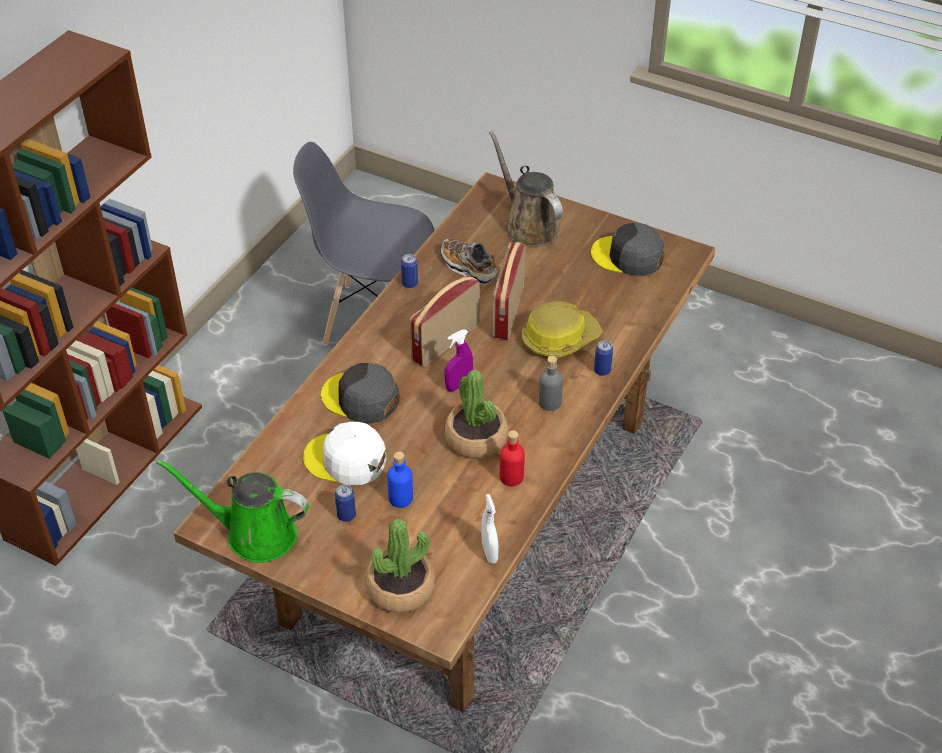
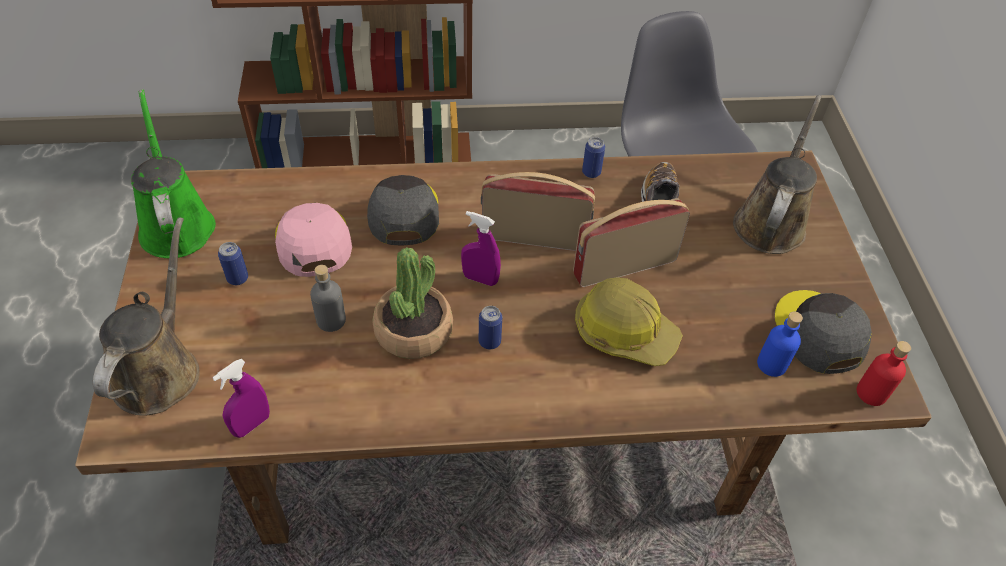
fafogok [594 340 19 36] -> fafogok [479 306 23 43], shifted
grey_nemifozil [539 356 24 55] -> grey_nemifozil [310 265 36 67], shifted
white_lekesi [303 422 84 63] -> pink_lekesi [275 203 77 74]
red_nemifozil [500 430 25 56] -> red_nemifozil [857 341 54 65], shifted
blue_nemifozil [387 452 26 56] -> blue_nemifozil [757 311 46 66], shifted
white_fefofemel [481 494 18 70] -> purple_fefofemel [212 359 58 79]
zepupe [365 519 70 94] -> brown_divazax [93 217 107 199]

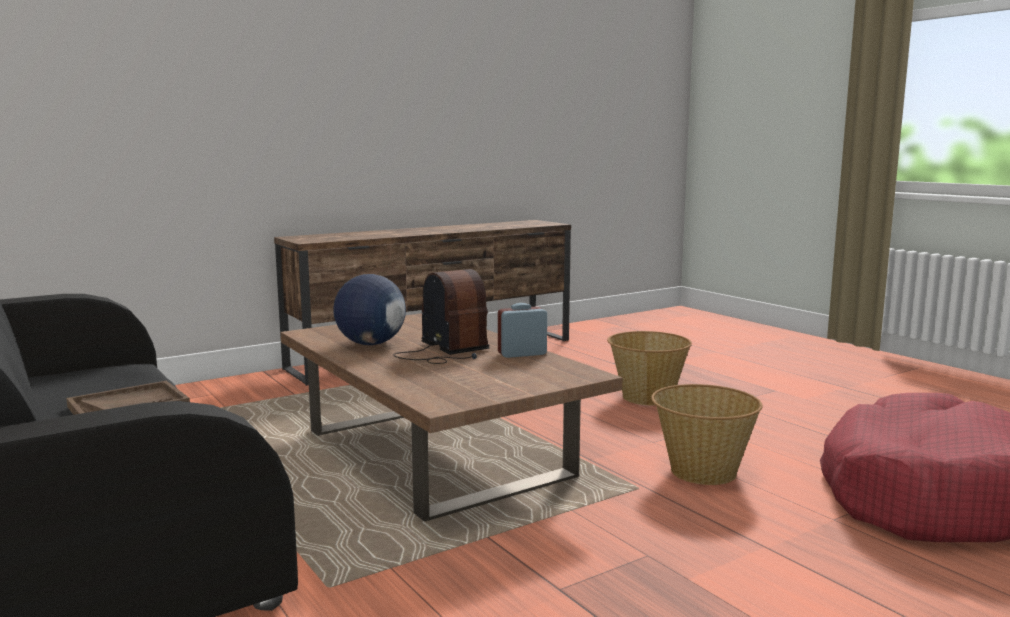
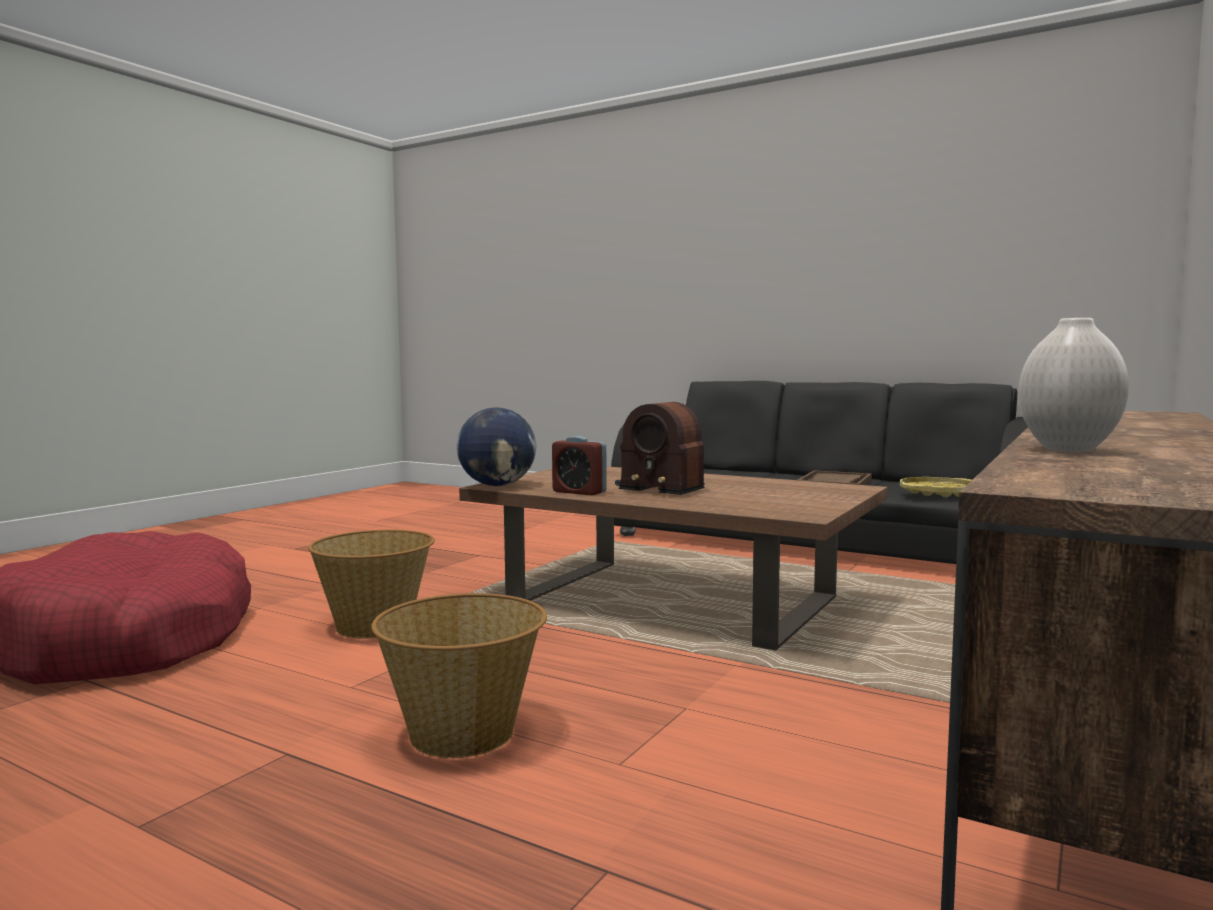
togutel [333 274 73 71] -> togutel [457 407 79 79], shifted
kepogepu [498 303 49 55] -> kepogepu [552 436 55 60], 75 degrees clockwise
none -> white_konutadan [1019 318 110 134]
none -> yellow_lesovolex [900 477 72 20]

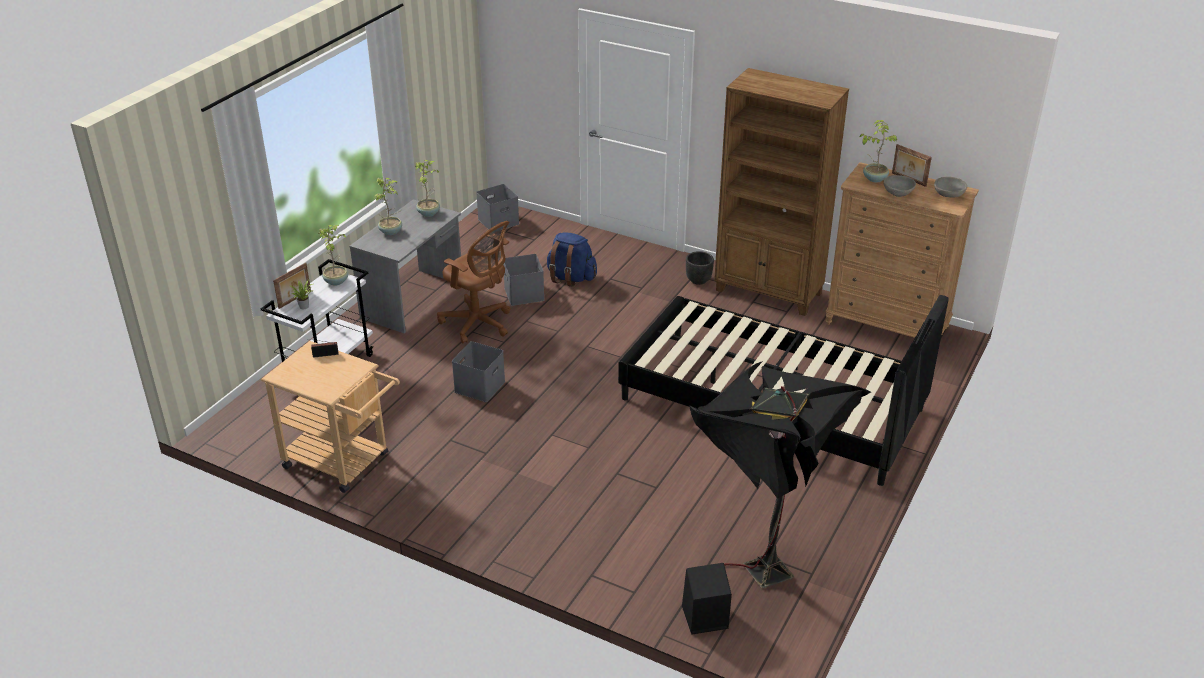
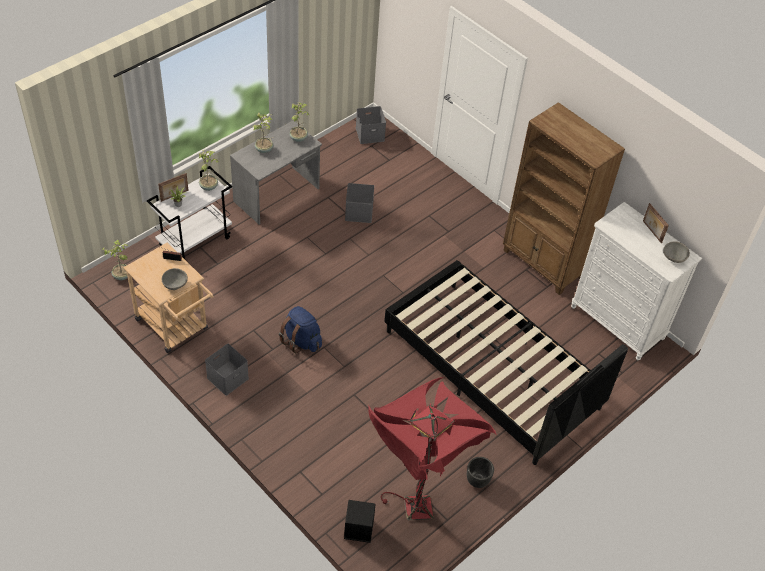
zepupe [860 120 38 62] -> zepupe [102 240 26 40], shifted
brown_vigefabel [825 162 154 176] -> white_vigefabel [571 202 131 159]
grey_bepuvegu [883 175 33 22] -> grey_bepuvegu [162 268 26 22], shifted
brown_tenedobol [437 221 74 122] -> none
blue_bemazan [547 232 50 55] -> blue_bemazan [279 306 43 47], shifted
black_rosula [686 251 28 34] -> black_rosula [467 457 27 31], shifted
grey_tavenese [452 341 53 61] -> grey_tavenese [205 344 44 52], shifted
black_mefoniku [689 361 182 227] -> red_mefoniku [368 377 129 143]

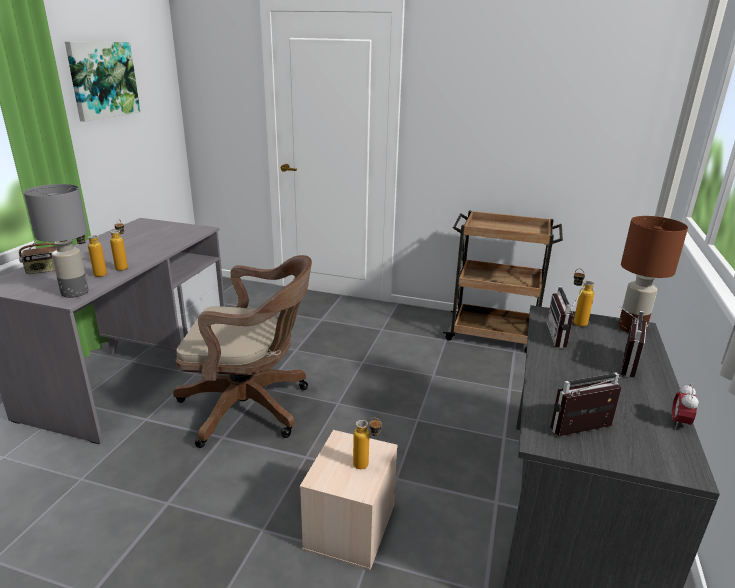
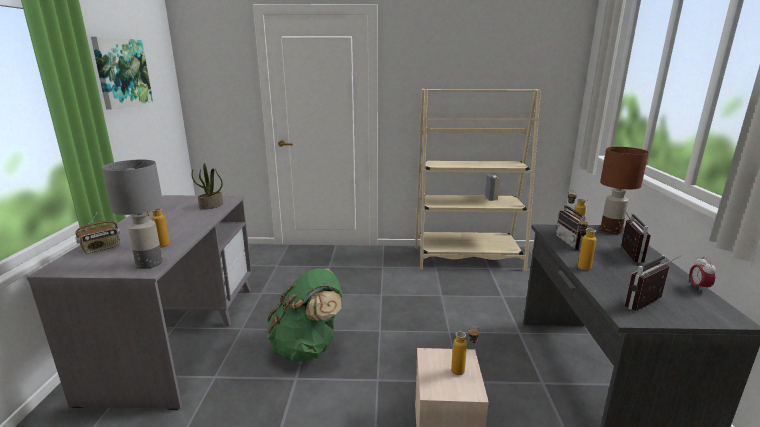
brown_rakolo [443 211 120 142] -> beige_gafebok [415 89 126 182]
nemifozil [110 219 18 52] -> nemifozil [578 217 18 53], shifted
brown_tenedobol [173 255 139 193] -> green_bemazan [267 268 76 94]
none -> zepupe [191 163 32 47]

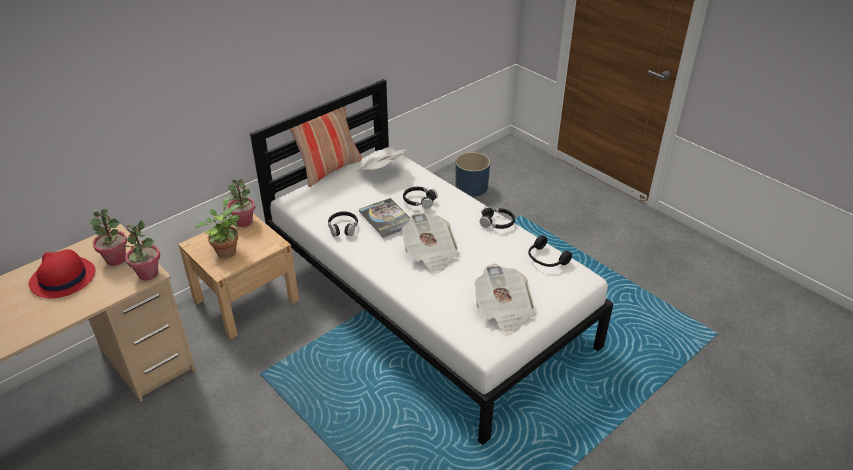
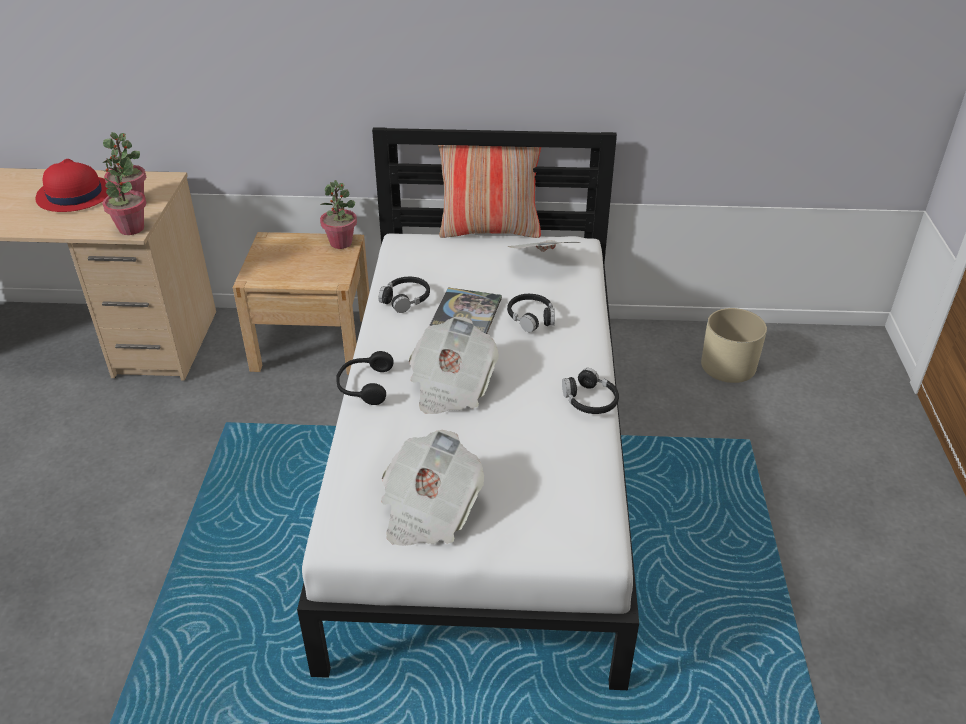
blue_rosula [455 152 35 45] -> beige_rosula [701 308 66 75]
zepupe [195 196 45 62] -> none
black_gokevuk [528 235 44 32] -> black_gokevuk [336 351 58 54], shifted

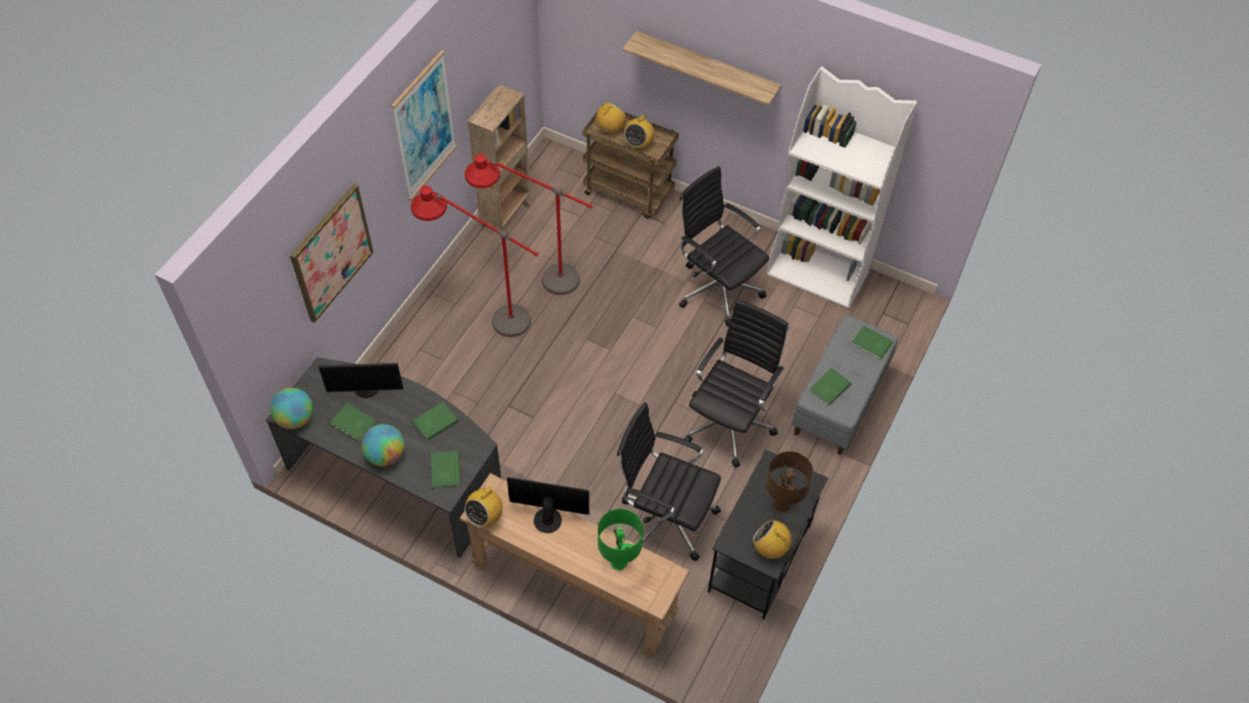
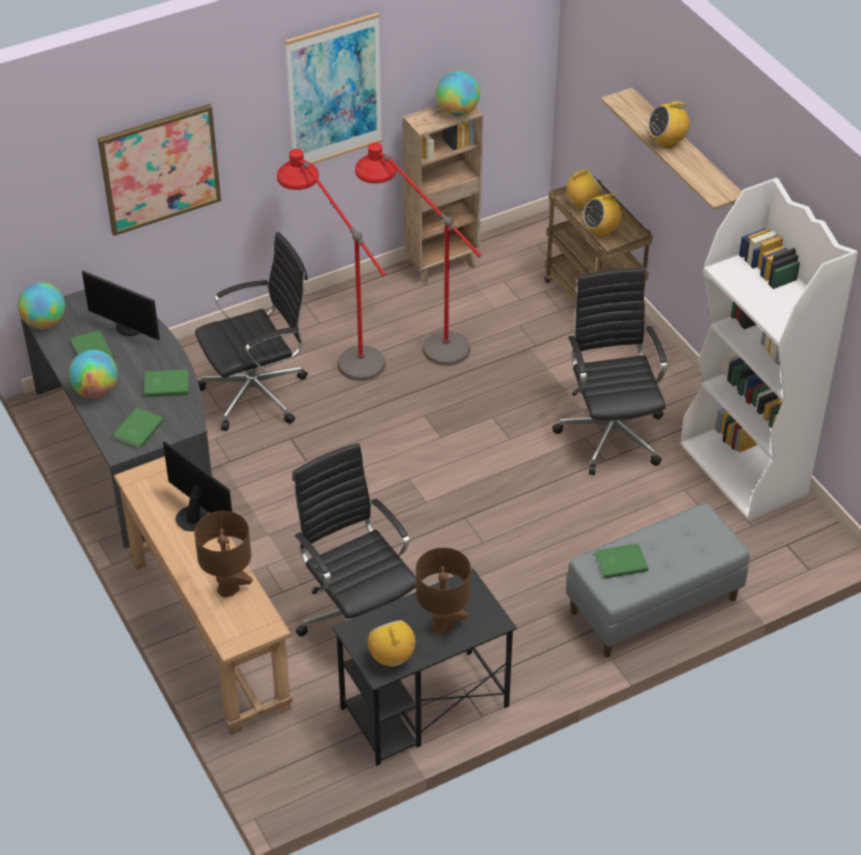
black_tenedobol [684 300 105 168] -> black_tenedobol [195 232 113 199], shifted
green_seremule [852 326 42 34] -> none
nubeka [465 481 38 46] -> nubeka [648 100 42 48], shifted
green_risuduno [598 509 45 62] -> brown_risuduno [194 511 59 86]
none -> togutel [436 71 44 45]

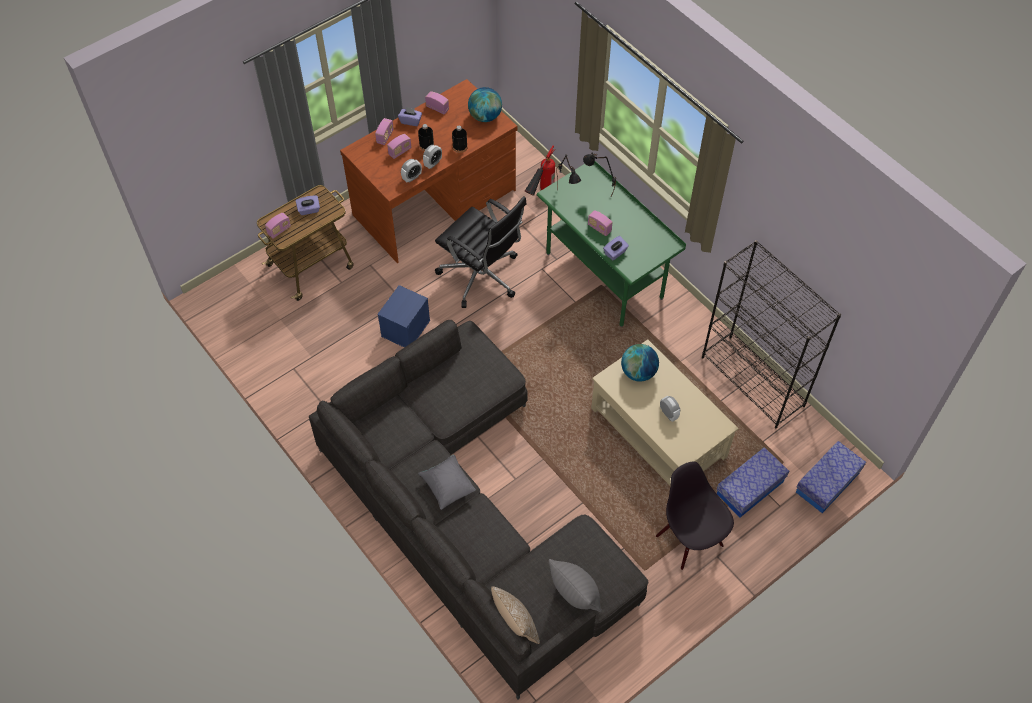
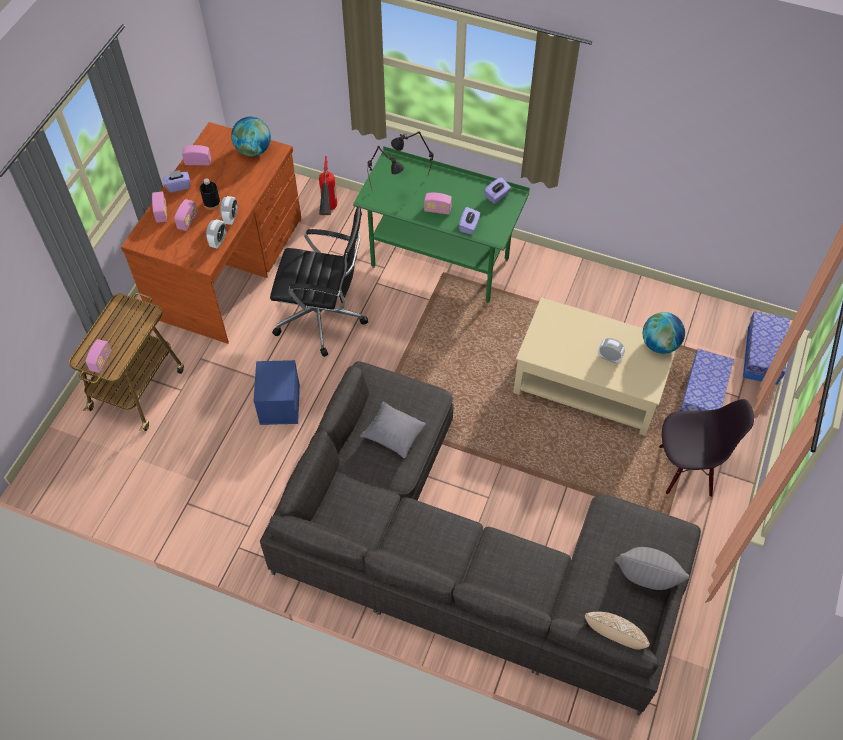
black_nemifozil [452 126 16 27] -> none
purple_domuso [296 196 24 19] -> purple_domuso [484 177 27 27], shifted
black_gafebok [702 240 139 189] -> none
togutel [621 344 38 38] -> togutel [643 312 42 42], shifted
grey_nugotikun [418 455 58 55] -> grey_nugotikun [360 402 66 56], shifted
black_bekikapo [656 462 78 108] -> black_bekikapo [659 399 95 98], 150 degrees clockwise

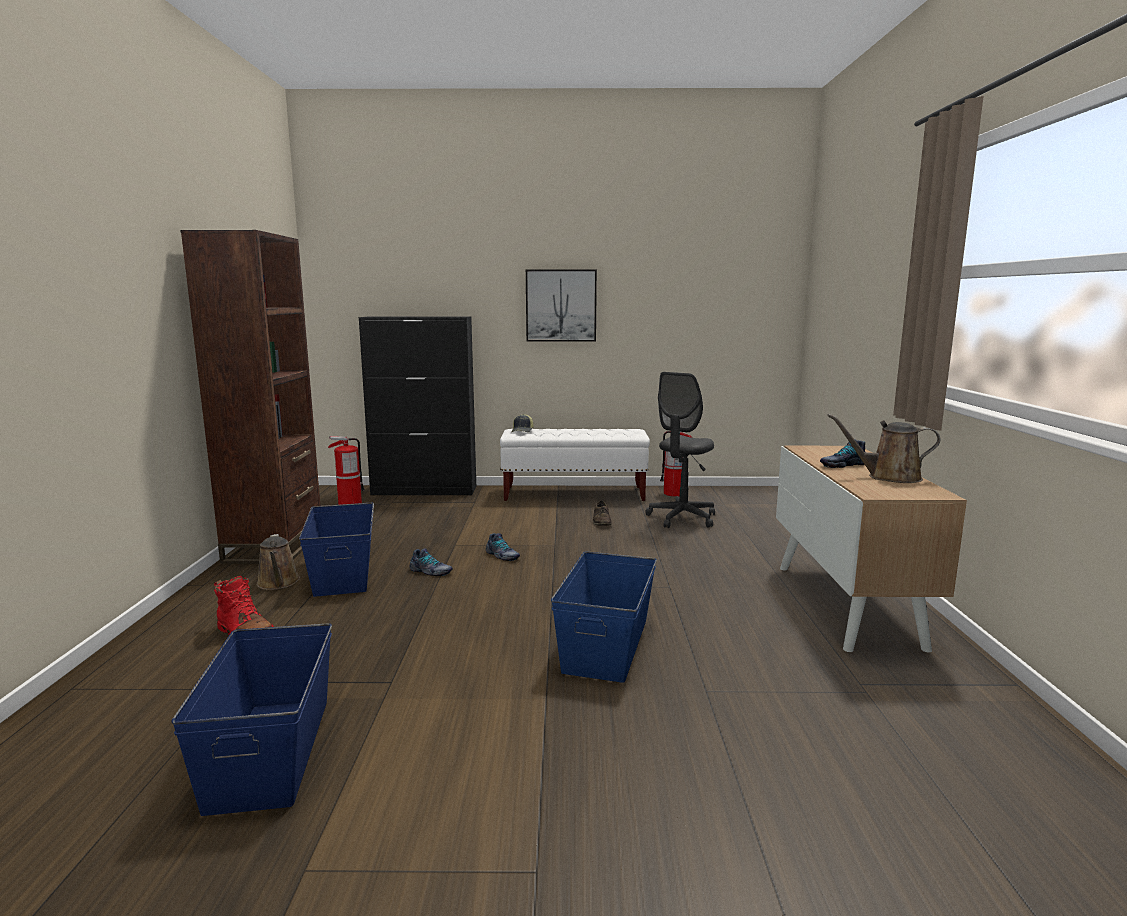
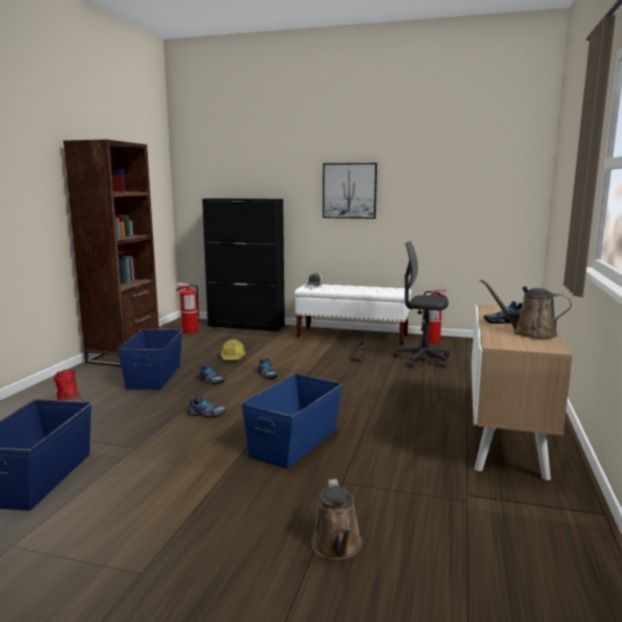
grey_tenedobol [645 372 70 156] -> grey_tenedobol [393 241 57 127], 60 degrees clockwise
brown_divazax [257 534 43 56] -> brown_divazax [311 479 51 81], shifted
none -> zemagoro [221 340 25 20]
none -> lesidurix [187 395 40 22]

